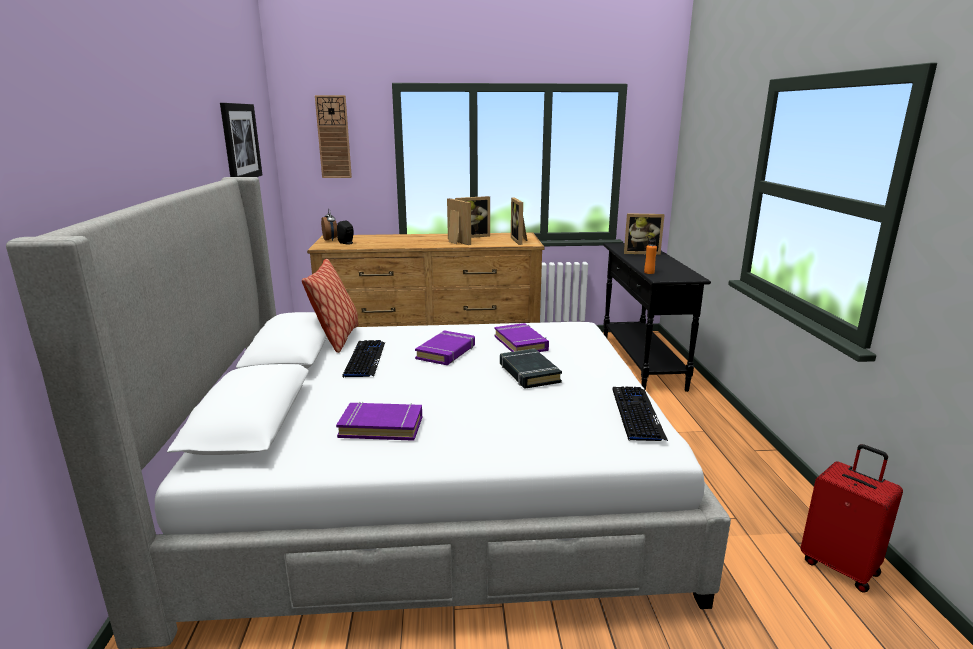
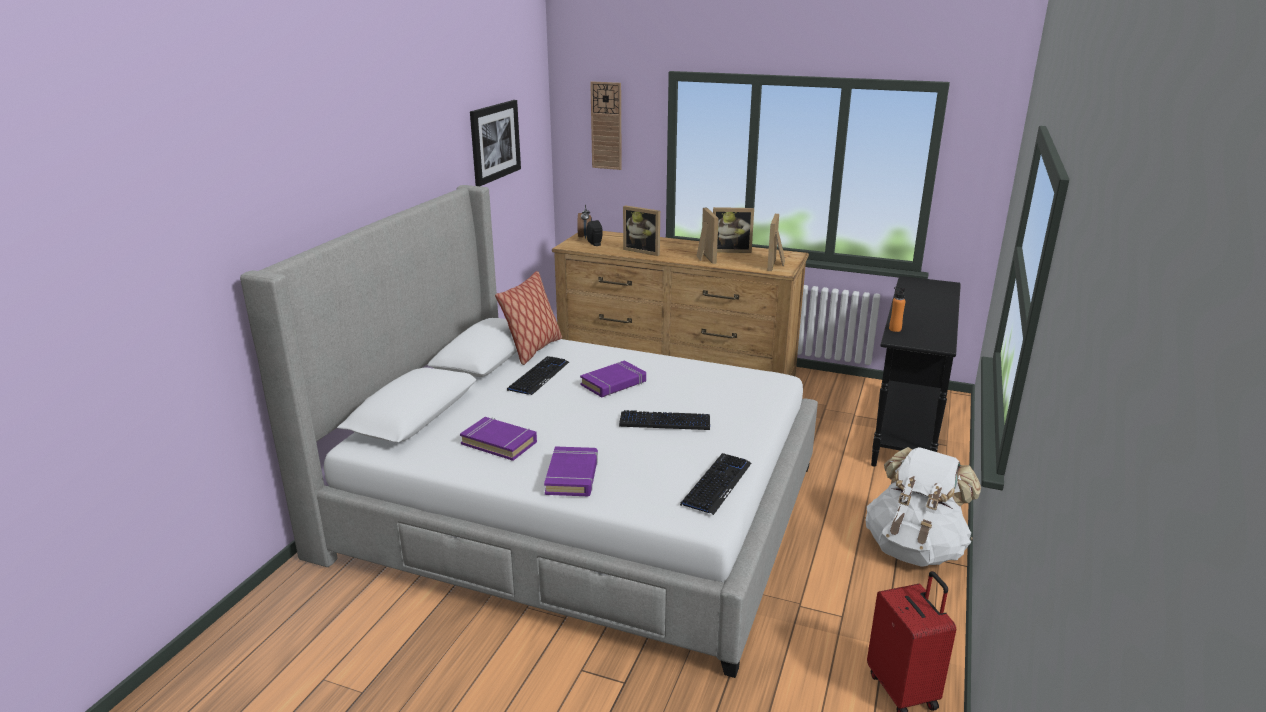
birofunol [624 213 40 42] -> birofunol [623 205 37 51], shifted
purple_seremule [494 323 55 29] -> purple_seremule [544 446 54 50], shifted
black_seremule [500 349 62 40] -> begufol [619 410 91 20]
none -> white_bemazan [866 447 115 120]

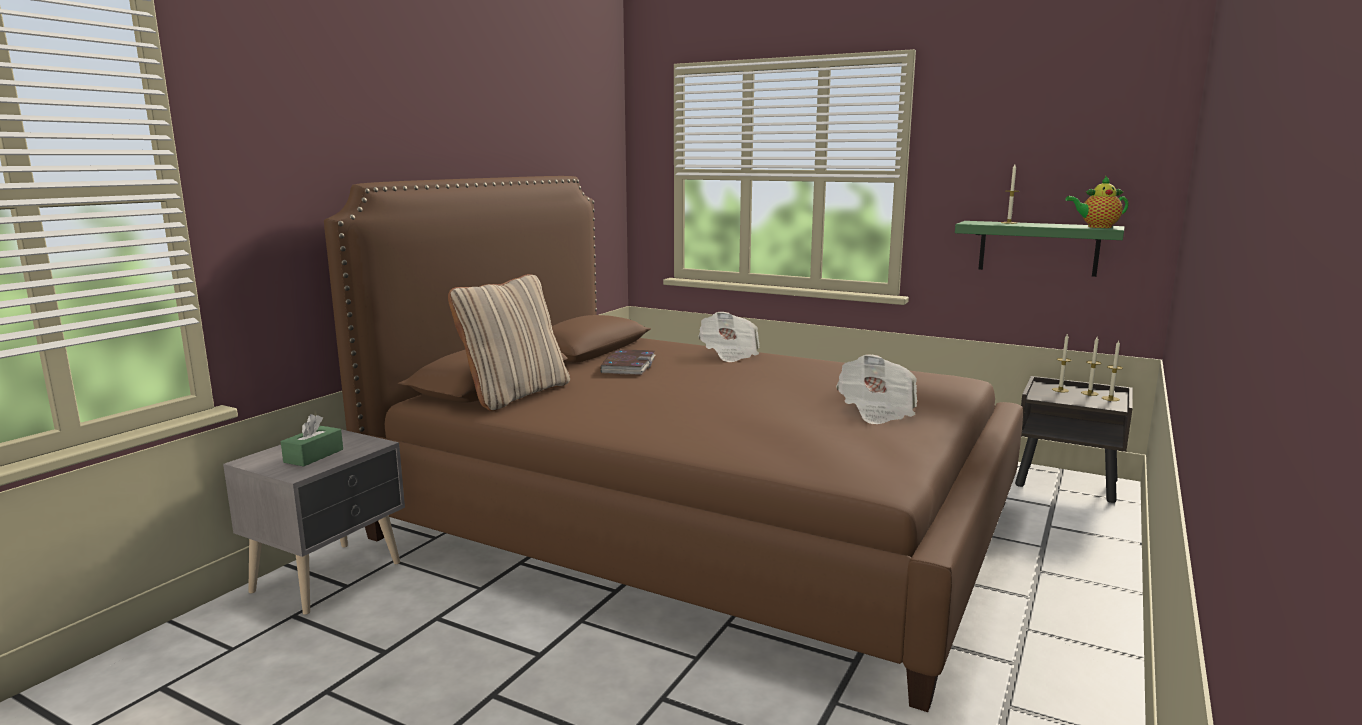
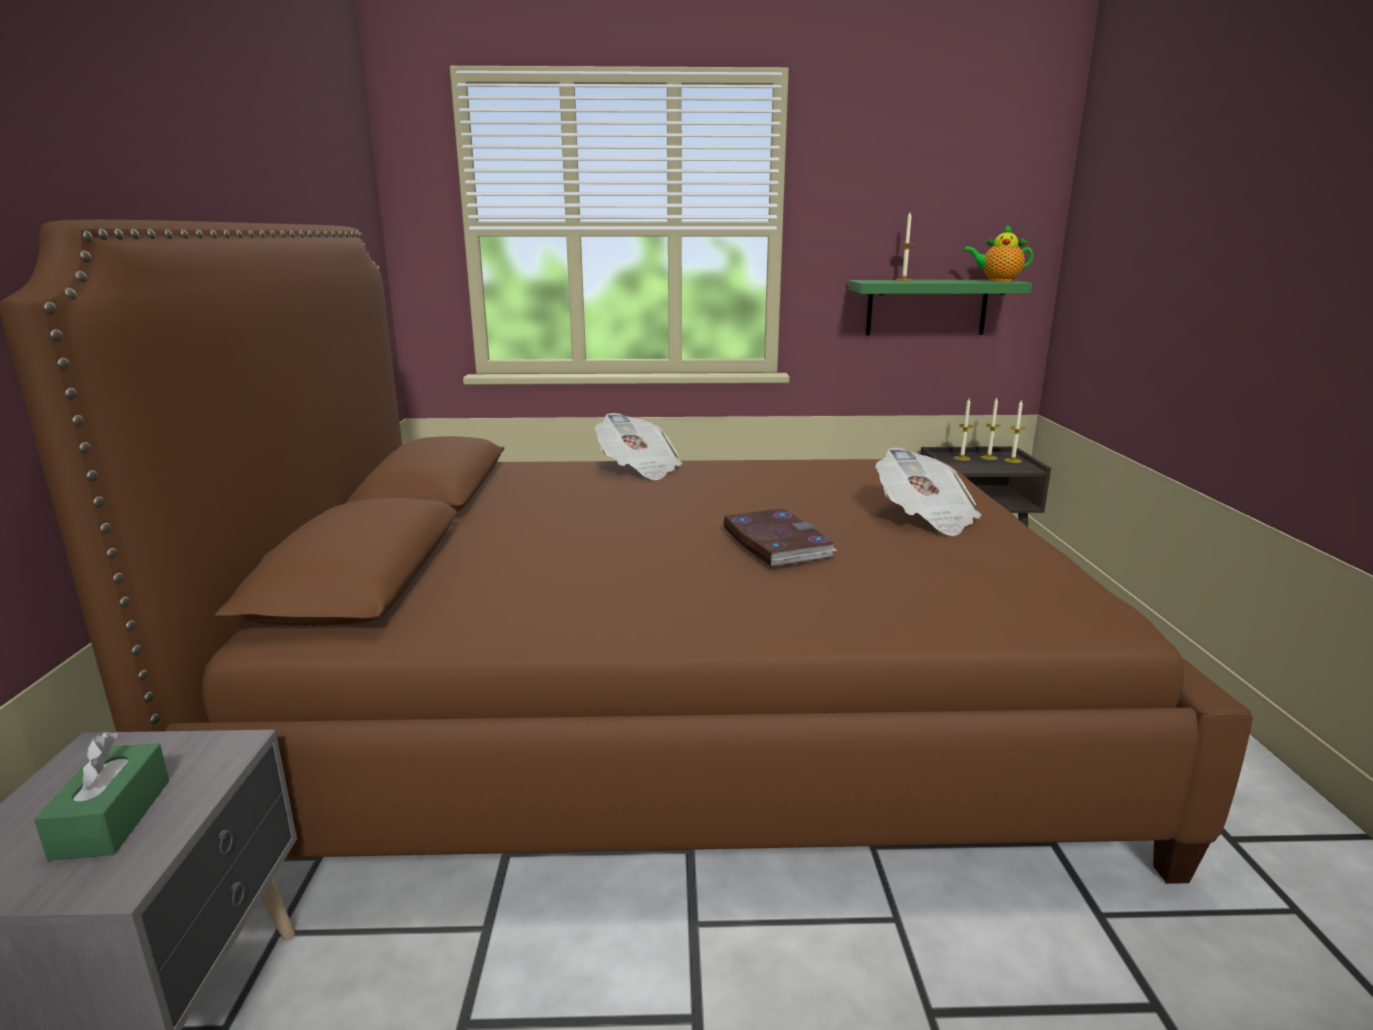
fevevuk [1065 176 64 52] -> fevevuk [963 224 70 58], 45 degrees clockwise
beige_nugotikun [448 274 122 137] -> none
seremule [601 349 54 26] -> seremule [723 508 115 59], shifted

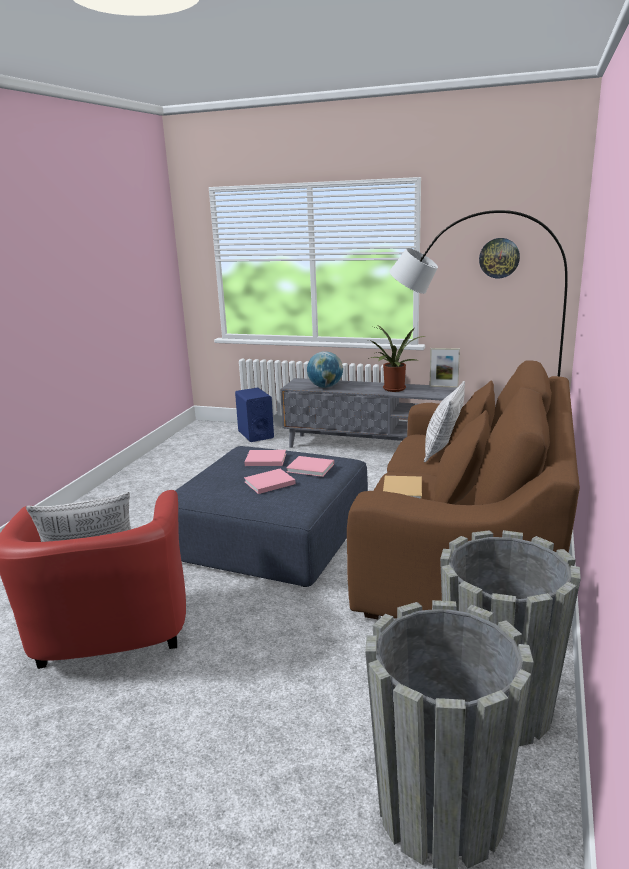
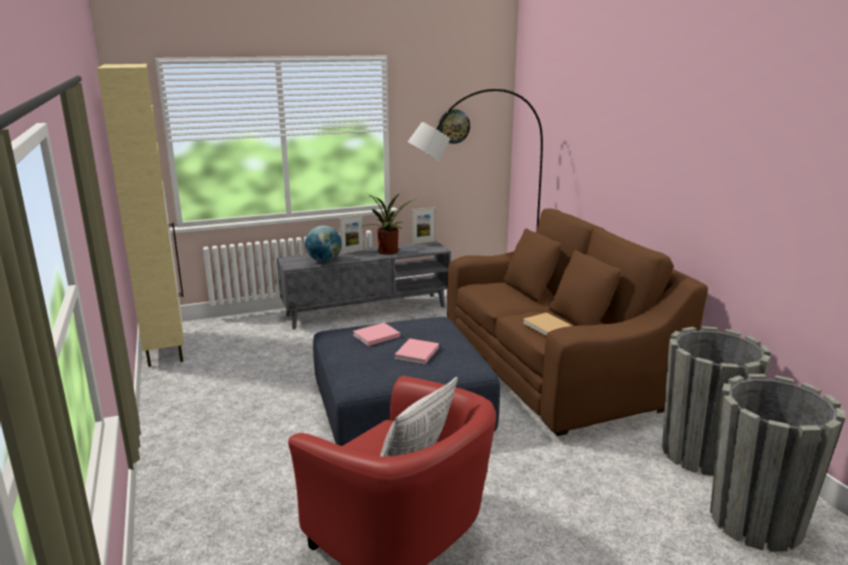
nugotikun [424 381 41 81] -> none
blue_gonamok [235 388 39 54] -> none
pink_seremule [287 456 47 21] -> none
none -> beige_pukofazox [97 64 87 303]
none -> birofunol [339 214 26 41]

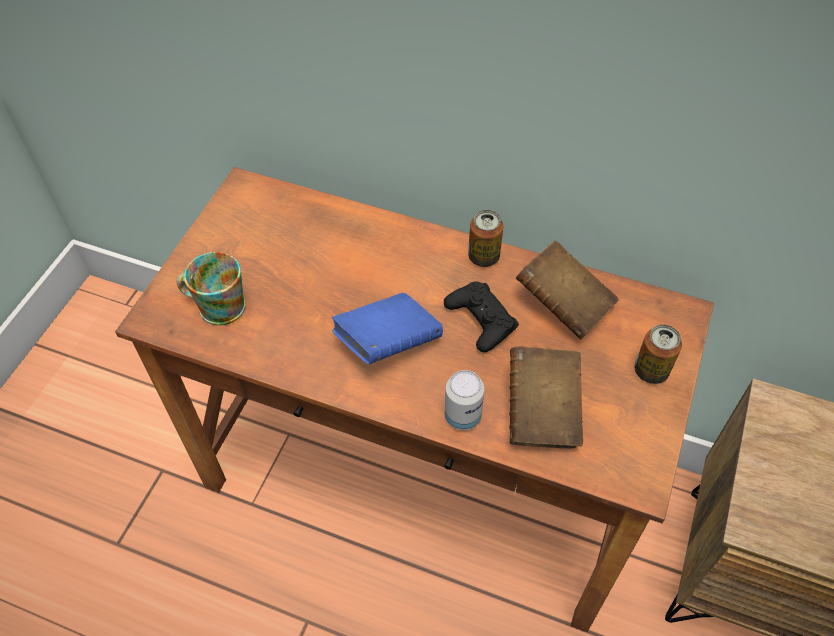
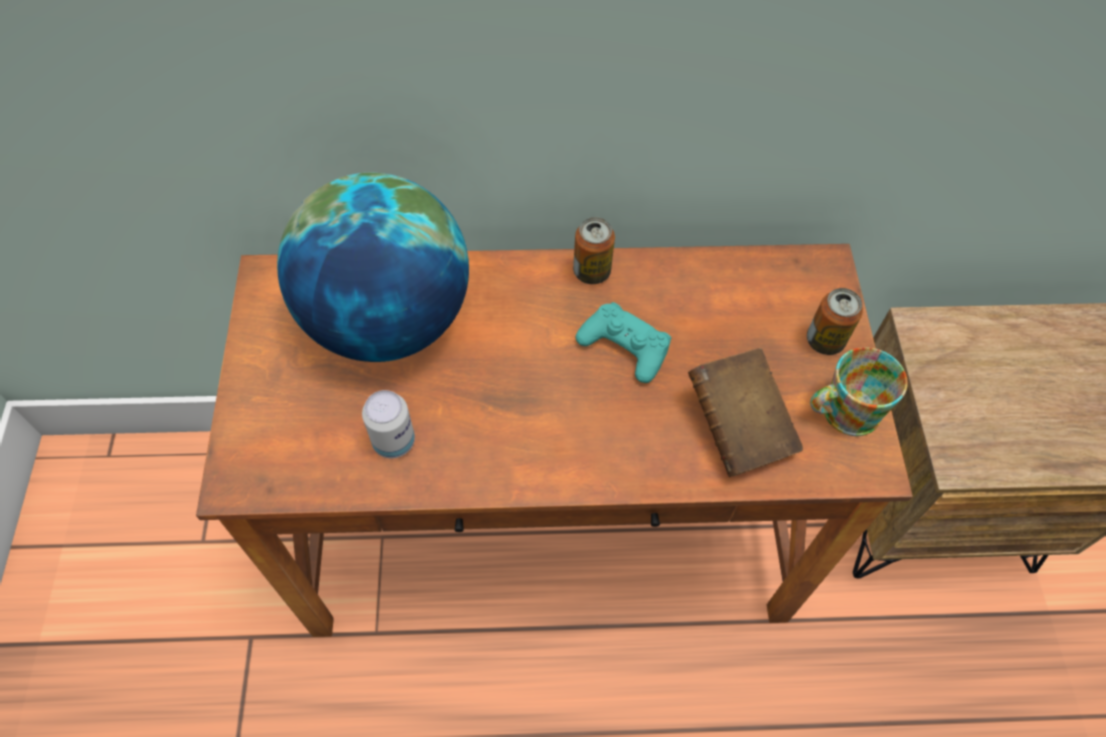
brown_seremule [516 241 103 99] -> none
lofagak [177 252 69 73] -> lofagak [810 347 98 89], shifted
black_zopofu [444 281 75 71] -> turquoise_zopofu [576 302 95 81]
blue_seremule [332 293 111 71] -> none
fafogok [445 370 39 60] -> fafogok [362 390 53 68], shifted
none -> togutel [277 173 192 189]

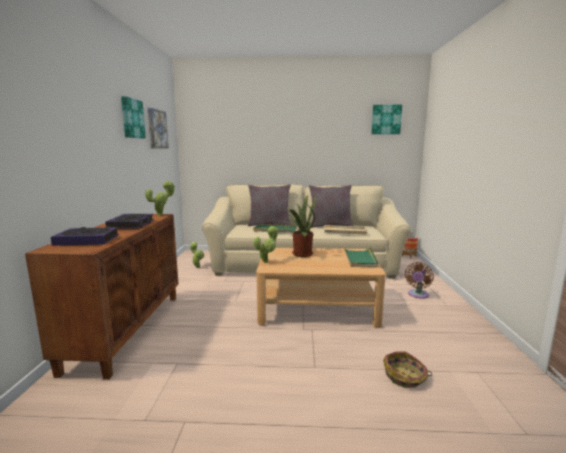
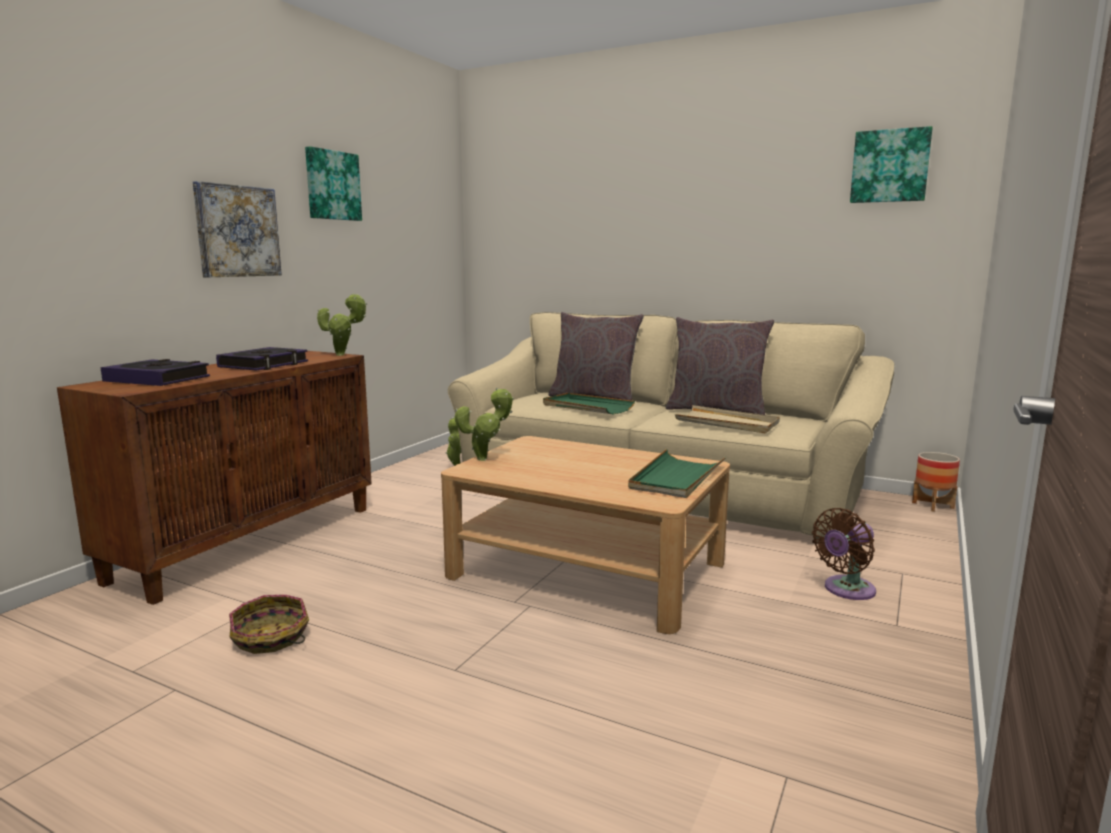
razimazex [148 108 21 41] -> razimazex [193 181 89 96], shifted
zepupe [282 195 34 62] -> none
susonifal [383 351 49 37] -> susonifal [229 595 80 59], shifted

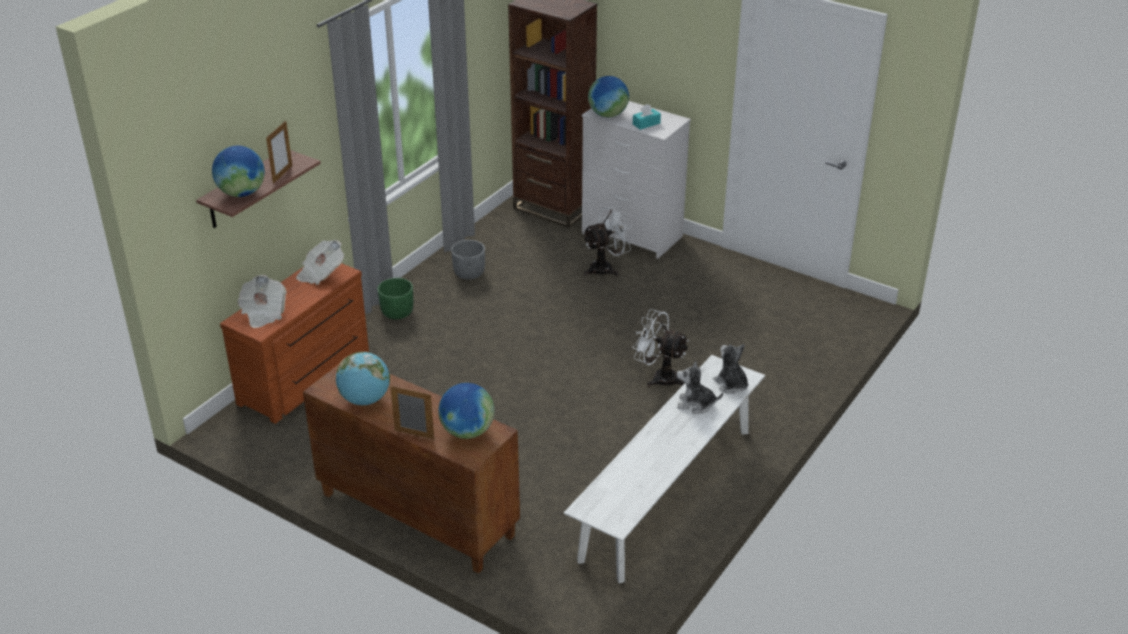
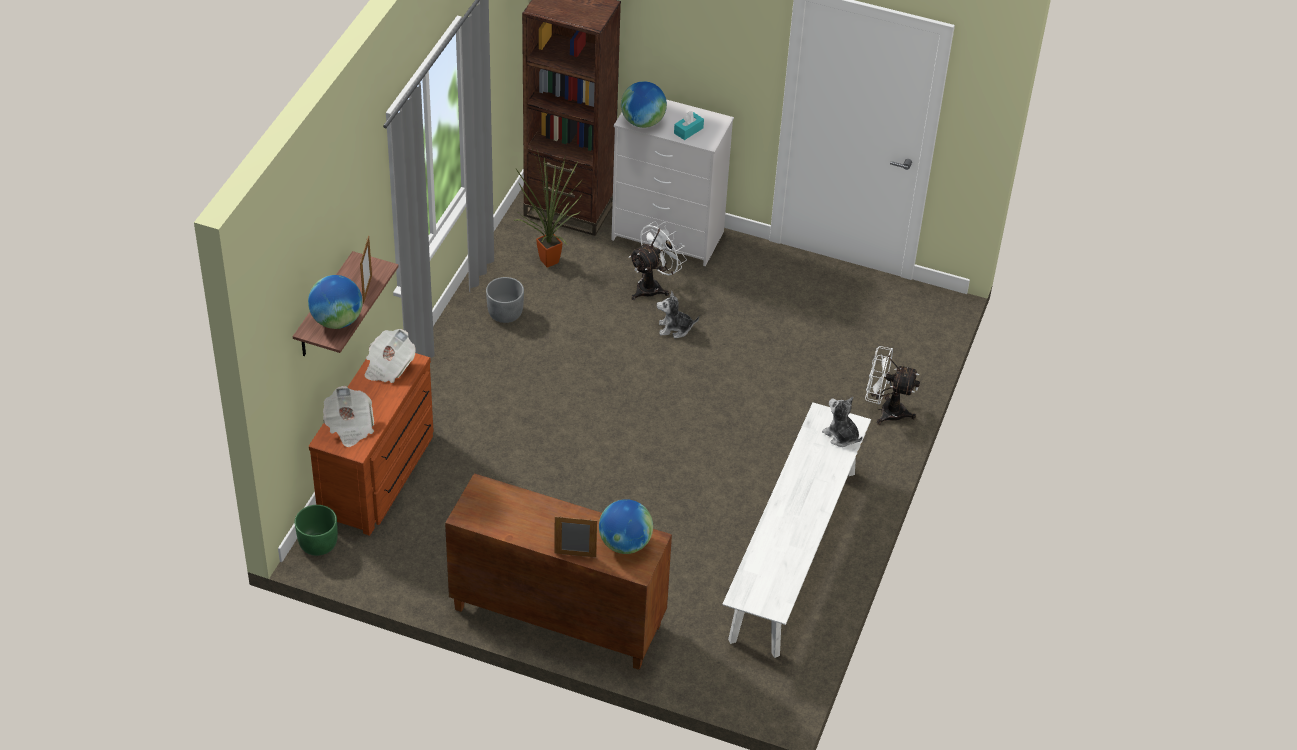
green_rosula [377 278 36 41] -> green_rosula [295 505 43 51], shifted
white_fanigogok [632 309 57 78] -> white_fanigogok [865 346 55 79], shifted
togutel [336 352 54 53] -> none
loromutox [677 361 46 53] -> loromutox [657 291 42 47], shifted
none -> zepupe [513 147 70 121]

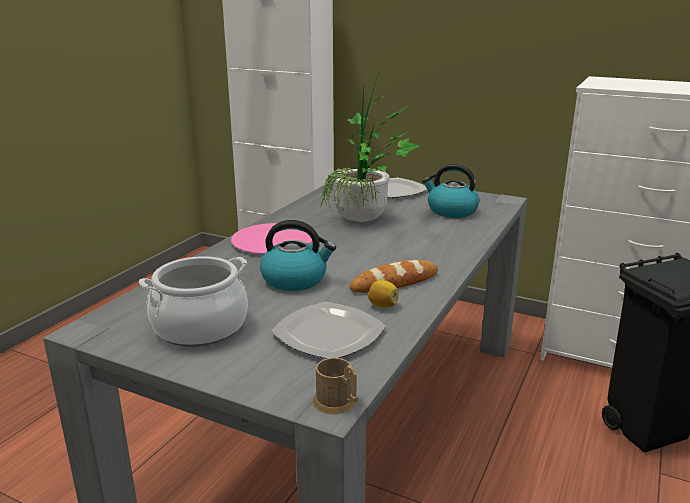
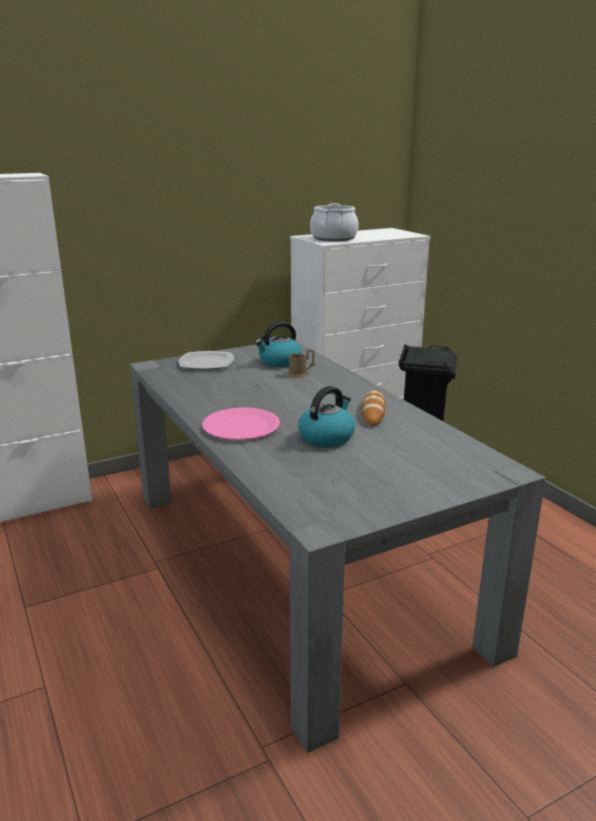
zepupe [320 70 99 152] -> none
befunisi [139 256 109 91] -> befunisi [310 203 49 38], shifted
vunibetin [368 280 31 28] -> none
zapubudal [271 302 115 57] -> none
brown_lofagak [313 358 45 57] -> brown_lofagak [287 350 28 28], shifted

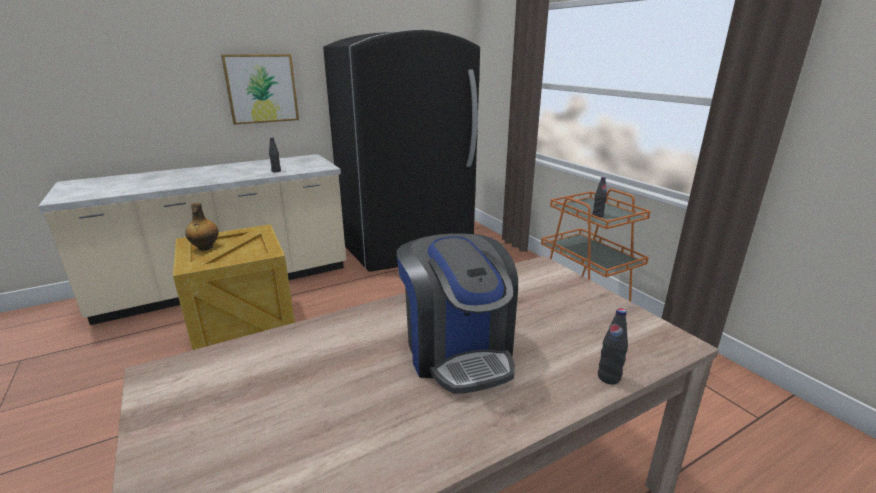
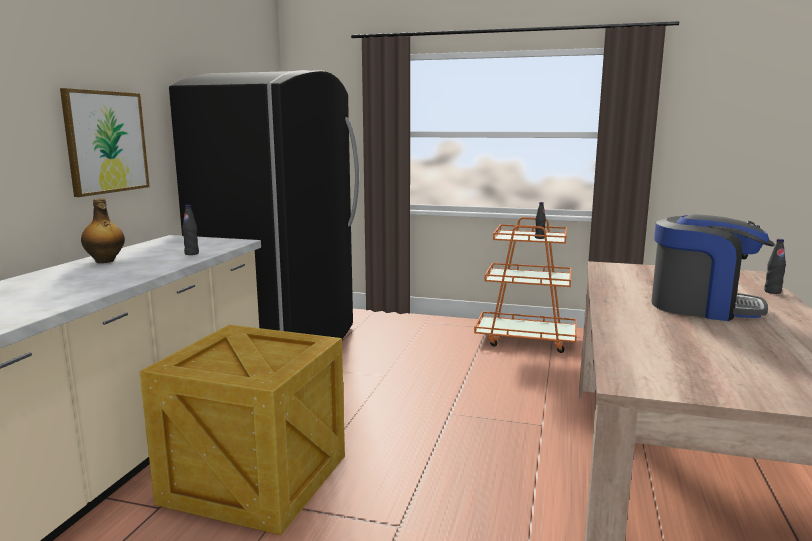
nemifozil [185 203 34 48] -> nemifozil [81 198 44 65], shifted

